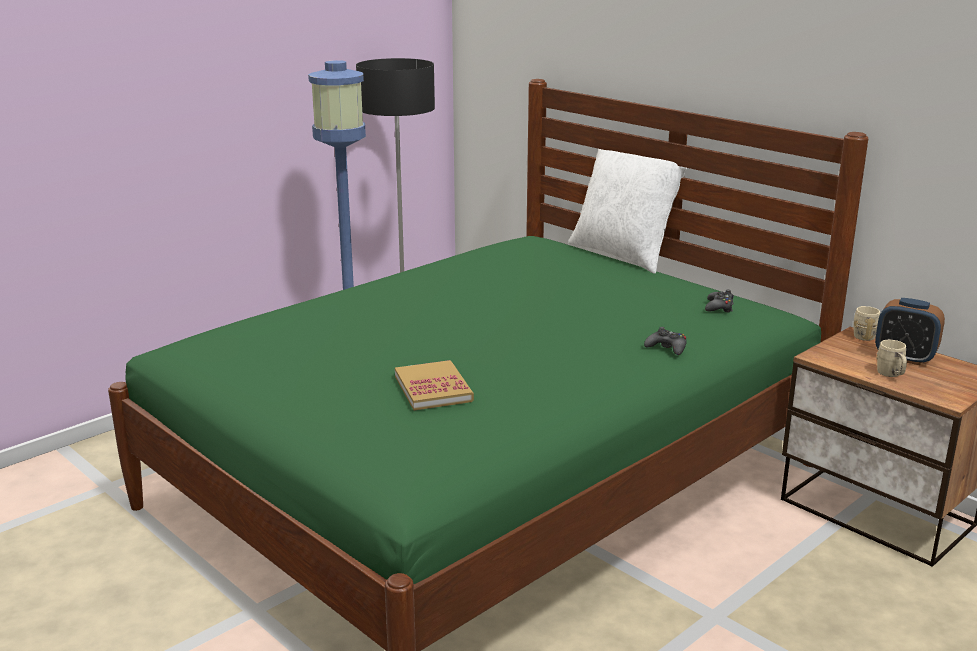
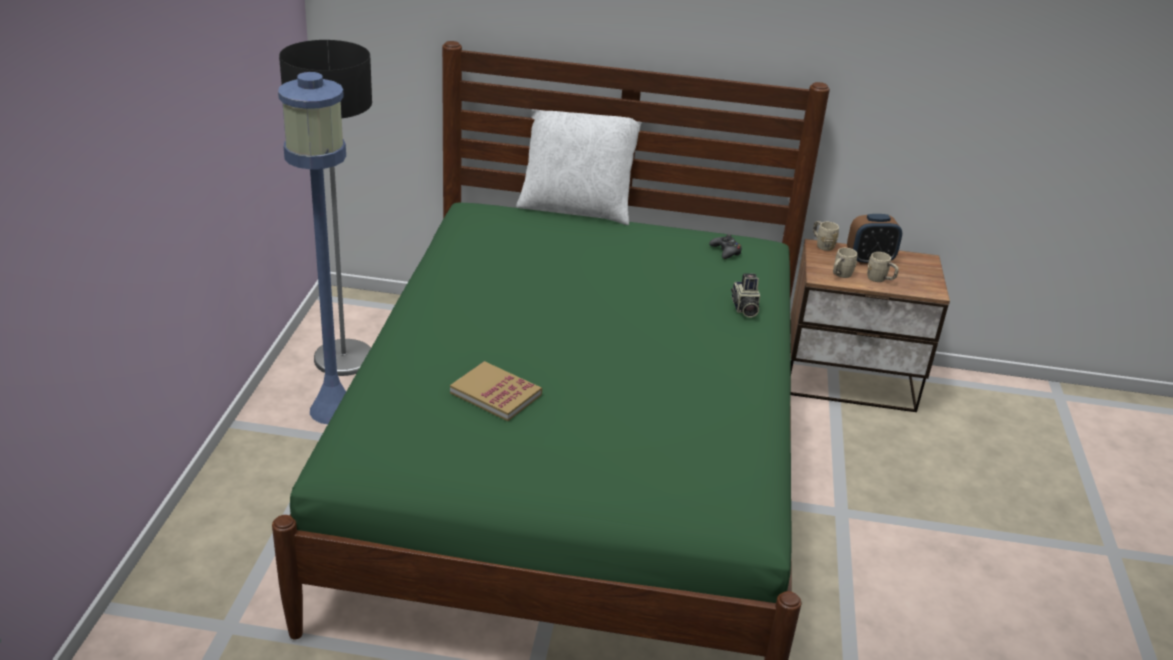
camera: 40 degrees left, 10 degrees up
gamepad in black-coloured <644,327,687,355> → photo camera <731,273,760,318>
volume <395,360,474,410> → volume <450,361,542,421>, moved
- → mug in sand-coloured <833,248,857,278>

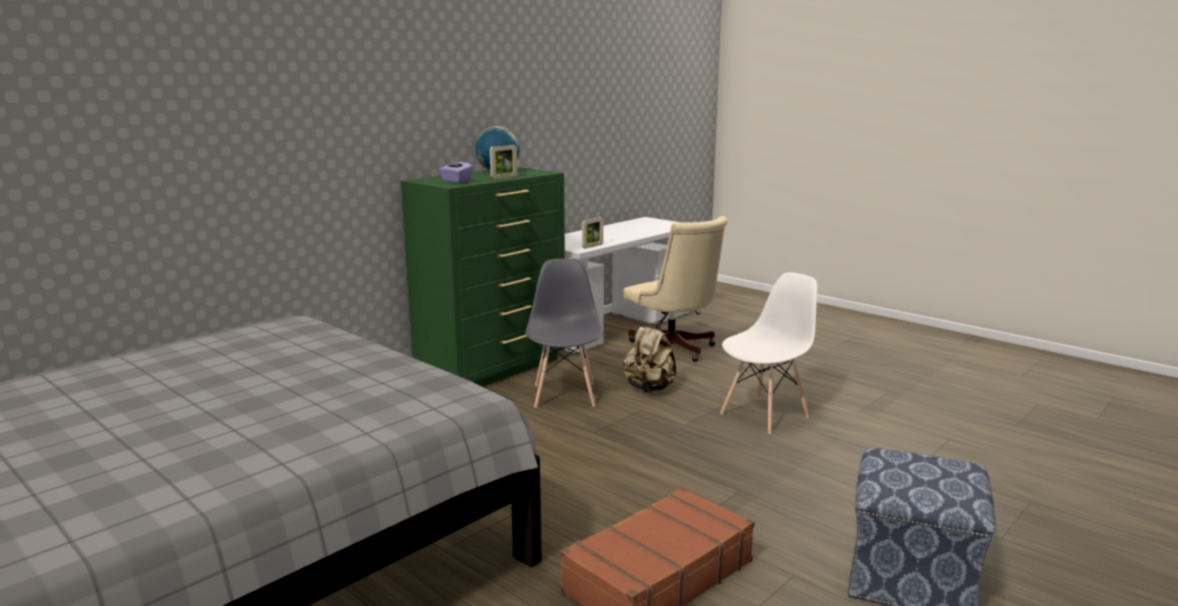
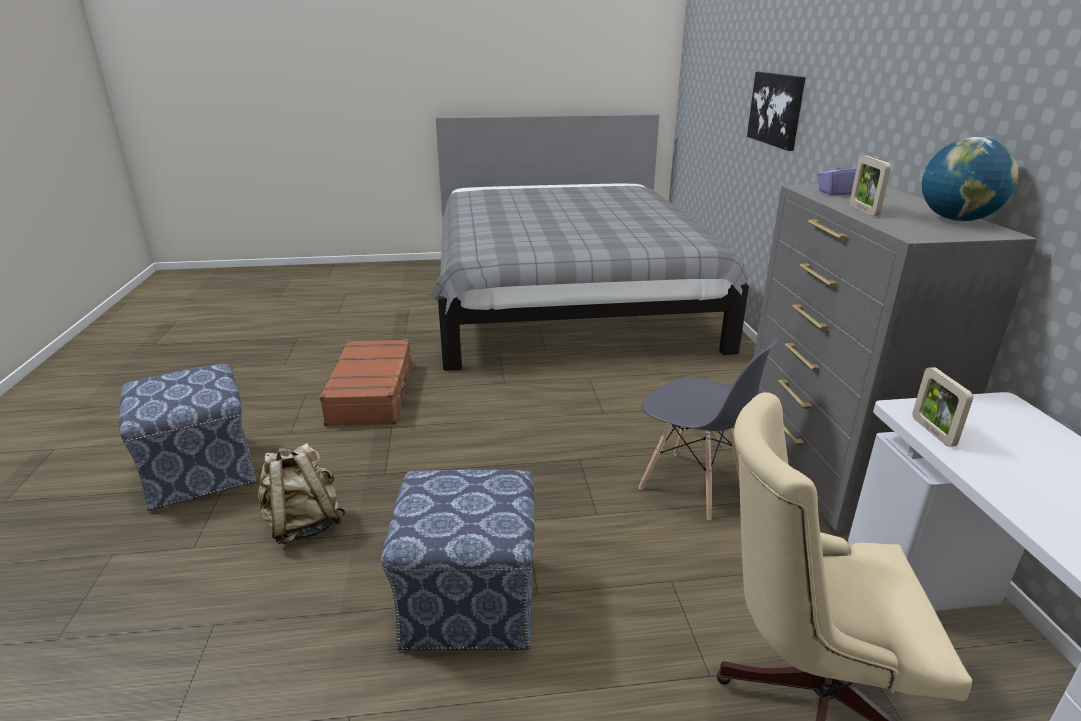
camera: 130 degrees right, 10 degrees up
dresser in greenish <401,167,566,386> → dresser in gray <754,184,1037,536>
plain chair in whitish <720,272,818,434> → ottoman <381,470,535,650>
knapsack in sand-coloured <623,321,676,392> → knapsack in sand-coloured <258,443,346,544>, moved
- → picture <747,72,806,151>

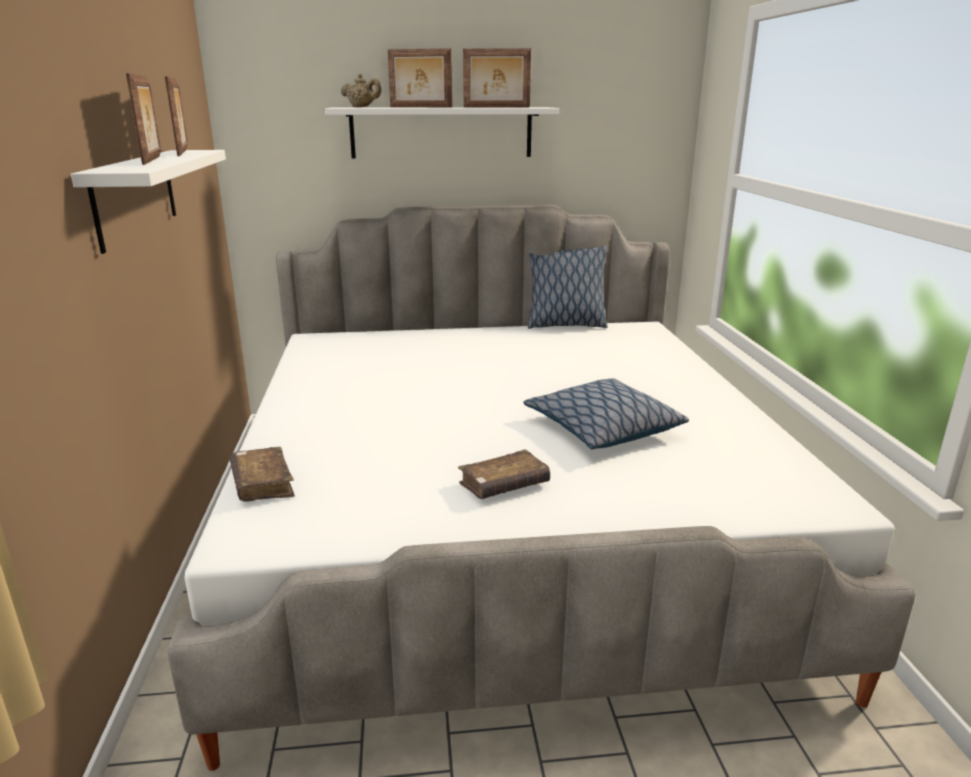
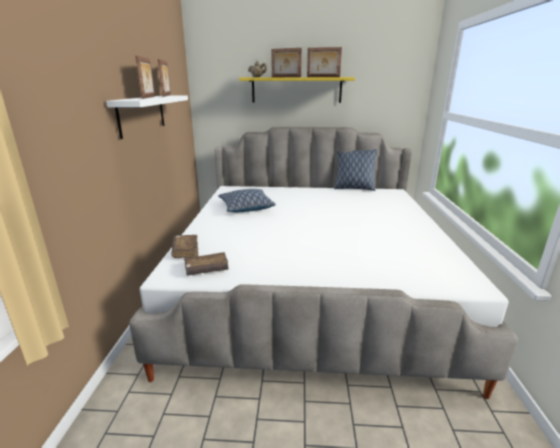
camera: 10 degrees right, 0 degrees up
bracket shelf in whitish <325,107,559,158> → bracket shelf in yellowish <239,77,355,103>
cushion <523,378,689,449> → cushion <218,189,276,212>, moved
volume in brown-coloured <458,449,550,499> → volume in brown-coloured <184,252,229,276>, moved

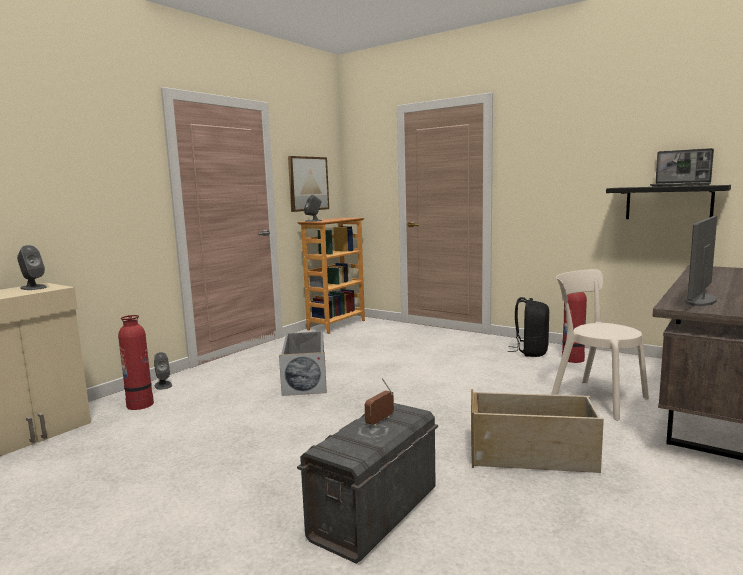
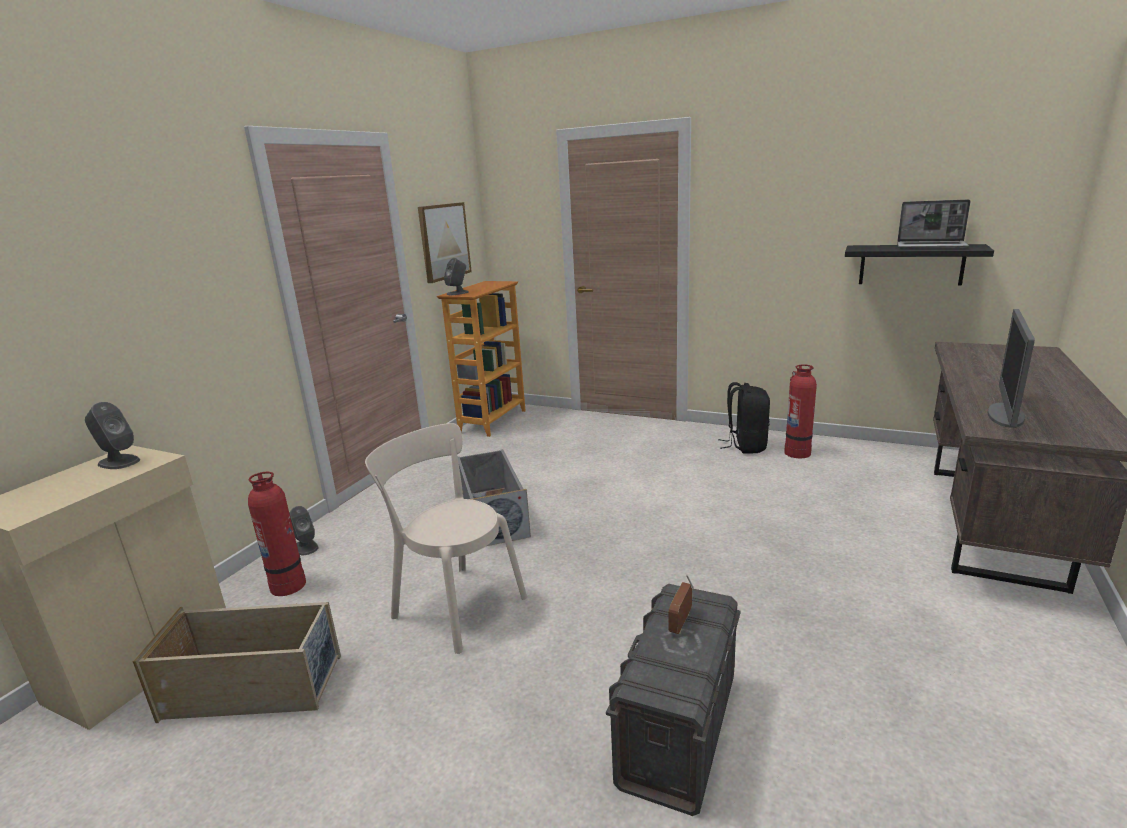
camera: 10 degrees left, 10 degrees up
plain chair in sand-coloured <551,269,649,420> → plain chair in sand-coloured <365,423,527,654>, moved
storage bin in sand-coloured <471,389,604,473> → storage bin in sand-coloured <133,602,341,723>, moved

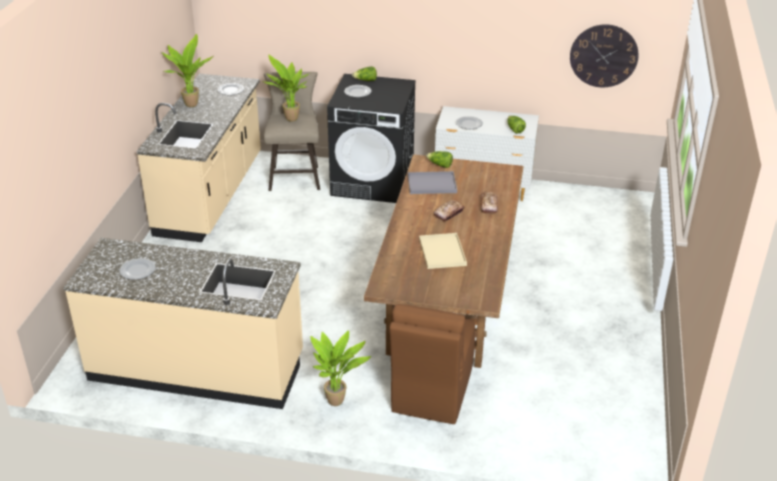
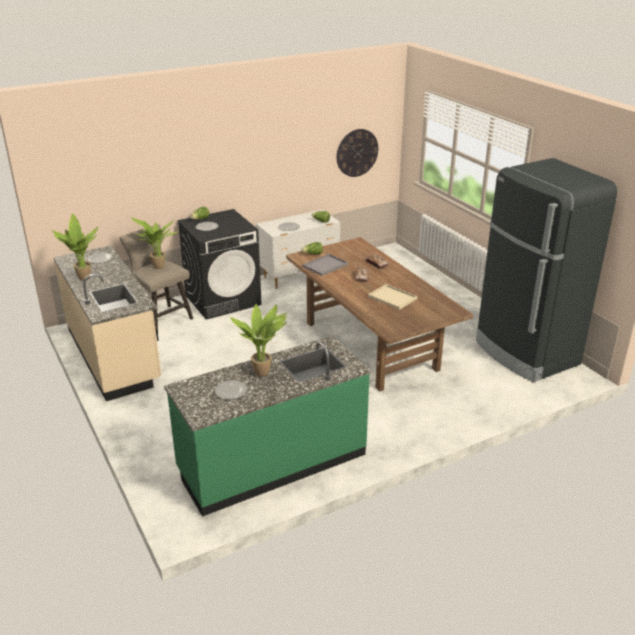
camera: 40 degrees left, 5 degrees down
kitchen base unit in sand-coloured <63,238,303,409> → kitchen base unit in greenish <164,336,371,517>
plain chair in brown-coloured <389,304,475,424> → -
plant in a pot <310,330,371,406> → plant in a pot <230,304,287,377>, moved
- → refrigerator in black-coloured <476,158,617,382>

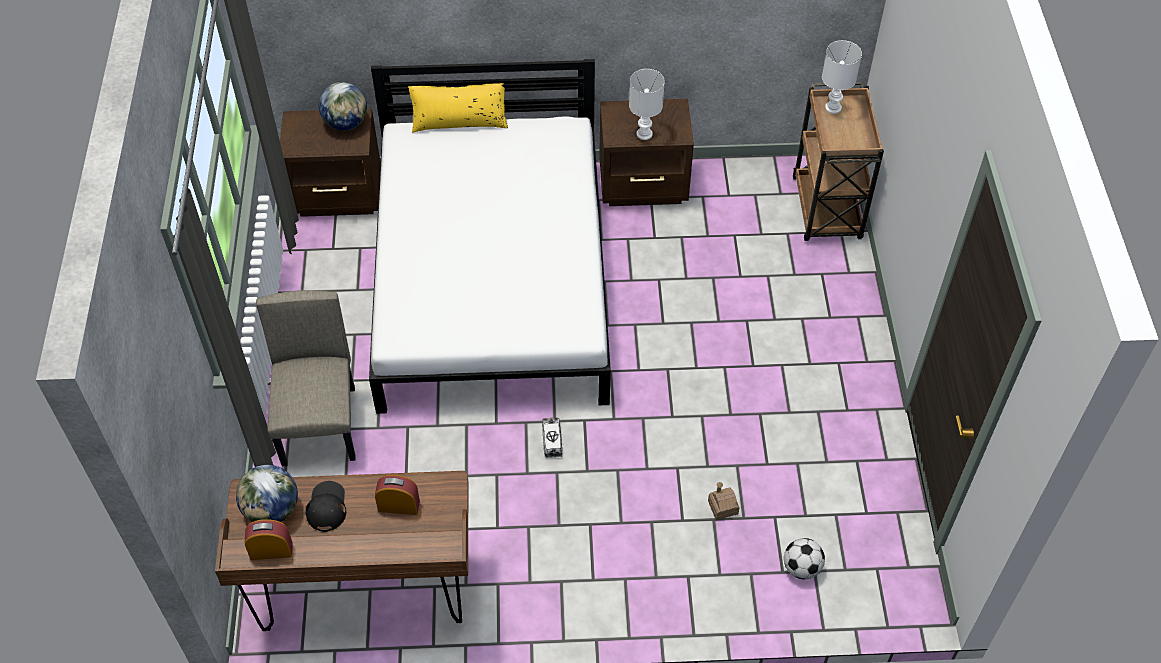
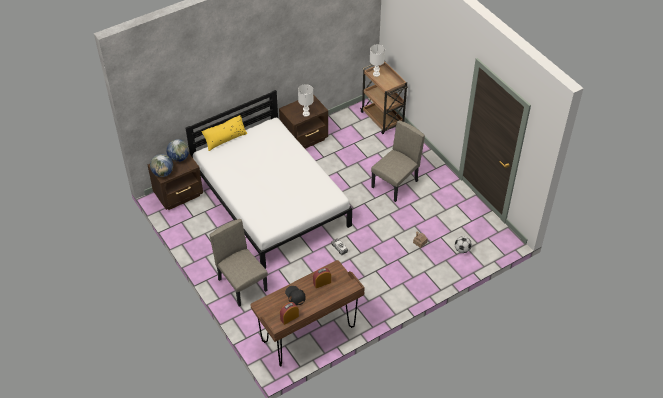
camera: 30 degrees left, 5 degrees down
world globe <236,465,298,522> → world globe <150,154,173,177>, moved
- → plain chair in sand-coloured <371,120,425,202>

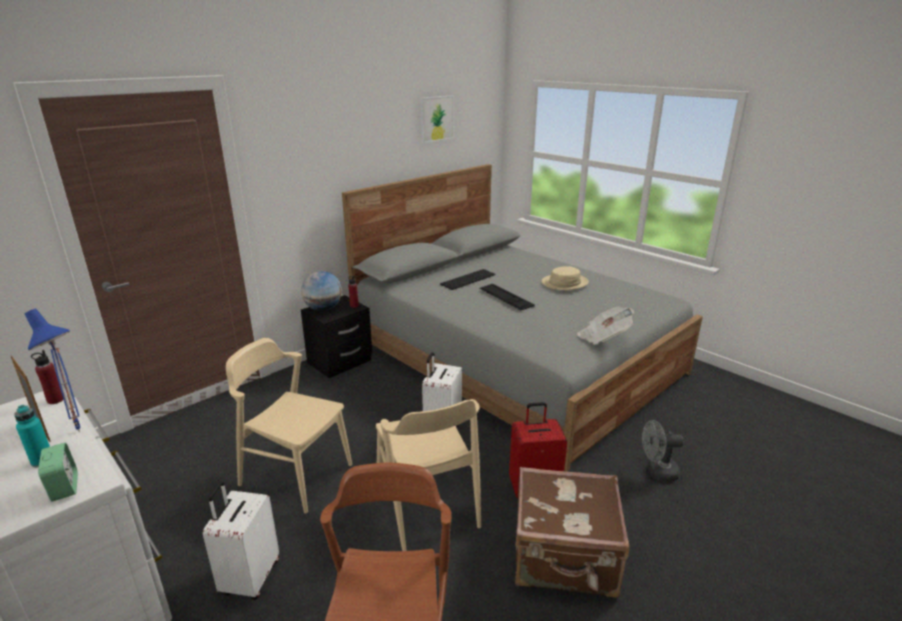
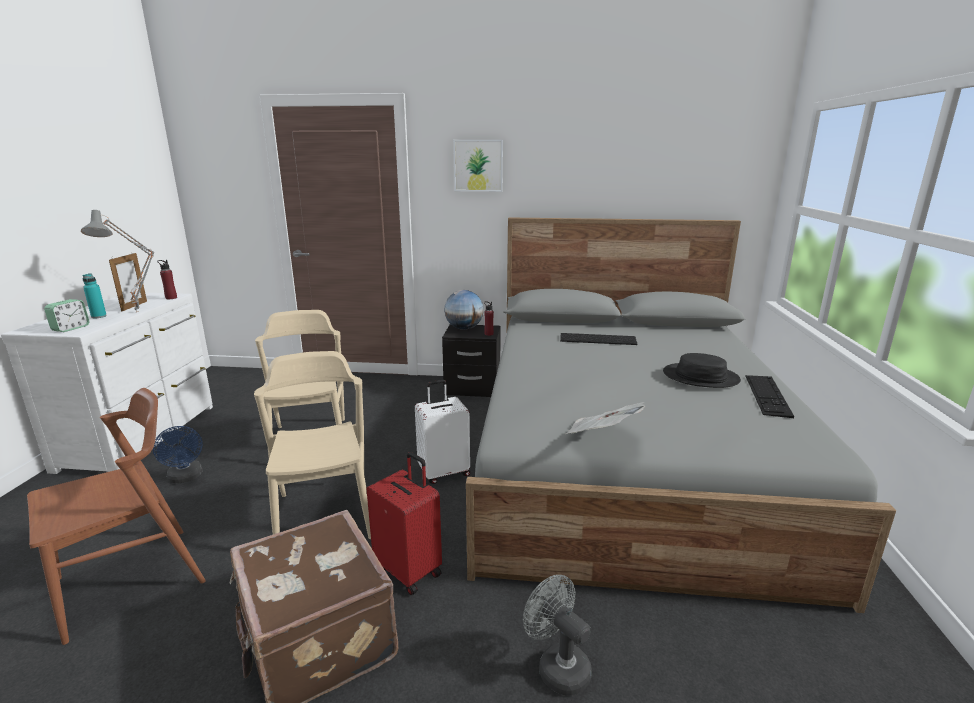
camera: 50 degrees right, 5 degrees down
picture <420,95,454,143> → picture <453,140,503,192>, moved
wearable hat in sand-coloured <541,266,589,290> → wearable hat in black-coloured <663,353,741,388>
computer keyboard <479,284,535,310> → computer keyboard <745,375,794,418>, moved
table lamp in blue-coloured <24,309,80,433> → table lamp in gray <81,210,155,313>
plain chair in sand-coloured <376,399,481,551> → plain chair in sand-coloured <254,351,371,539>, 135 degrees clockwise
travel case in whitish <203,481,279,600> → electric fan in blue-coloured <153,426,203,483>

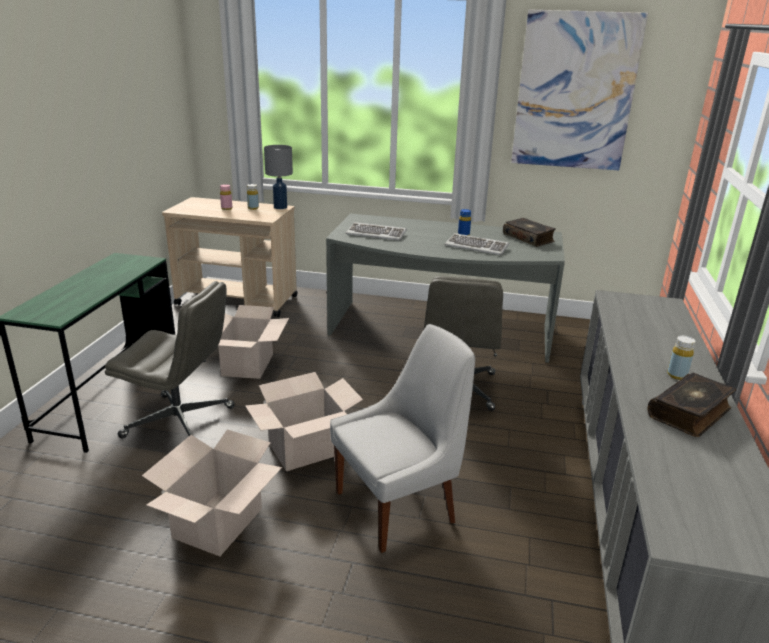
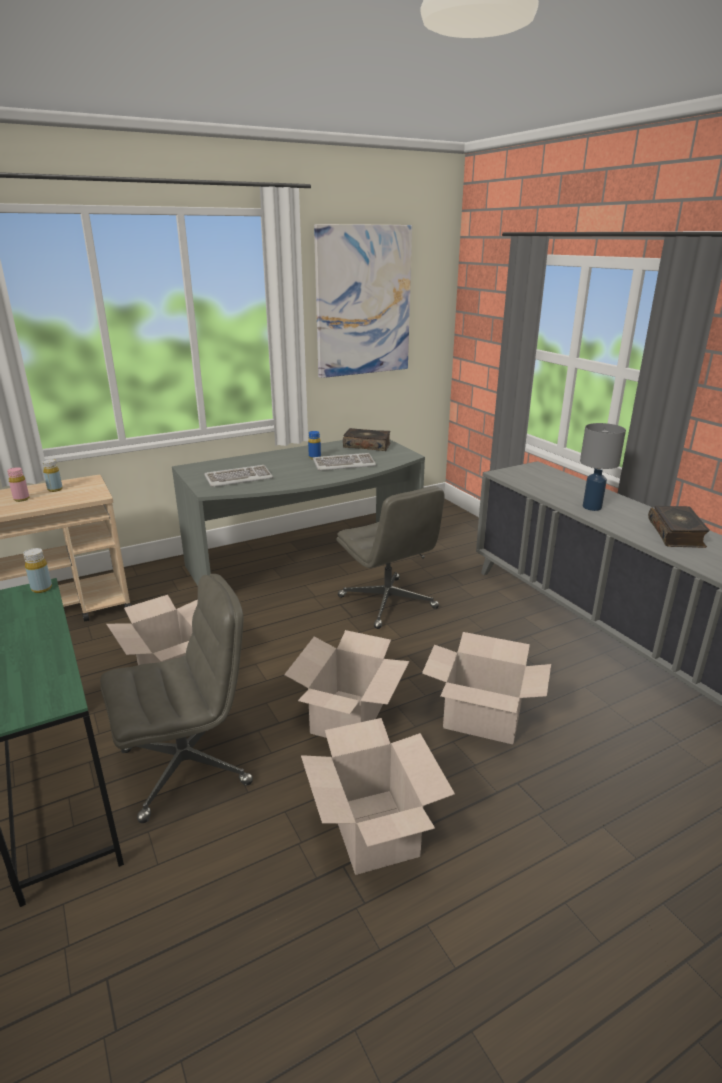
camera: 40 degrees left, 0 degrees up
table lamp in gray <264,145,293,209> → table lamp in gray <580,423,626,511>, moved
plain chair in whitish <330,324,475,553> → carton <422,632,551,744>
drink bottle in yellowish <667,336,695,380> → drink bottle in yellowish <23,548,52,593>, moved

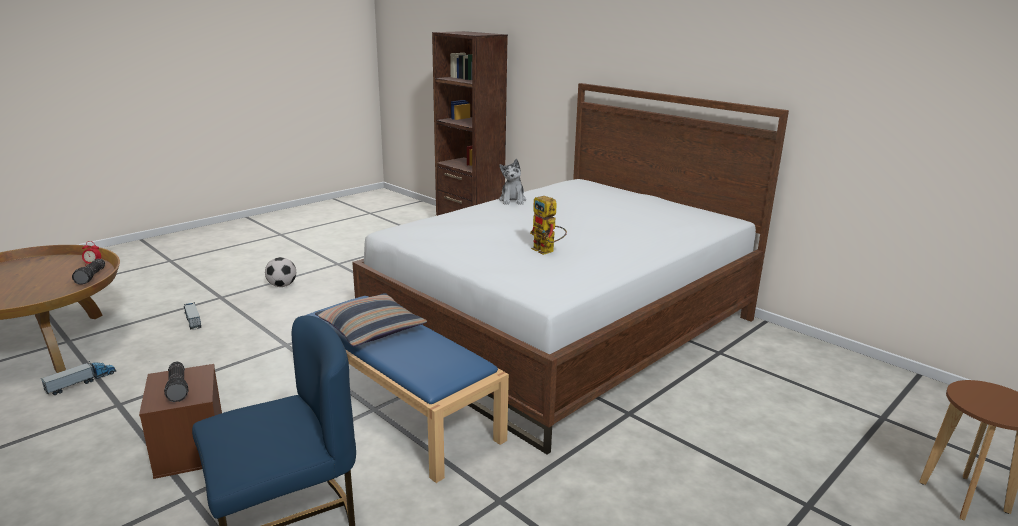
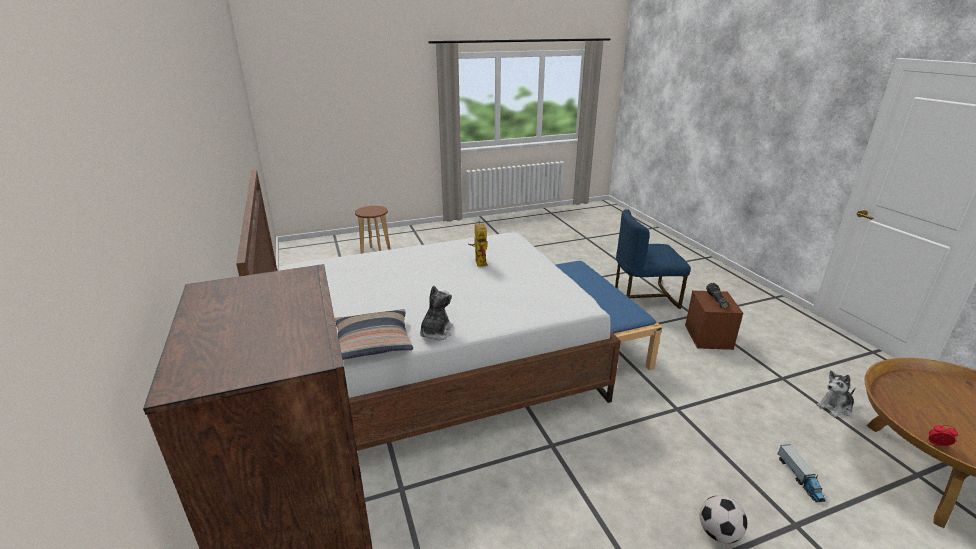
camera: 155 degrees left, 5 degrees up
torch <72,259,105,285> → -
cushion <315,293,427,347> → cushion <335,309,413,360>, moved
toy lorry <41,361,117,395> → cuddly toy <817,370,855,417>

